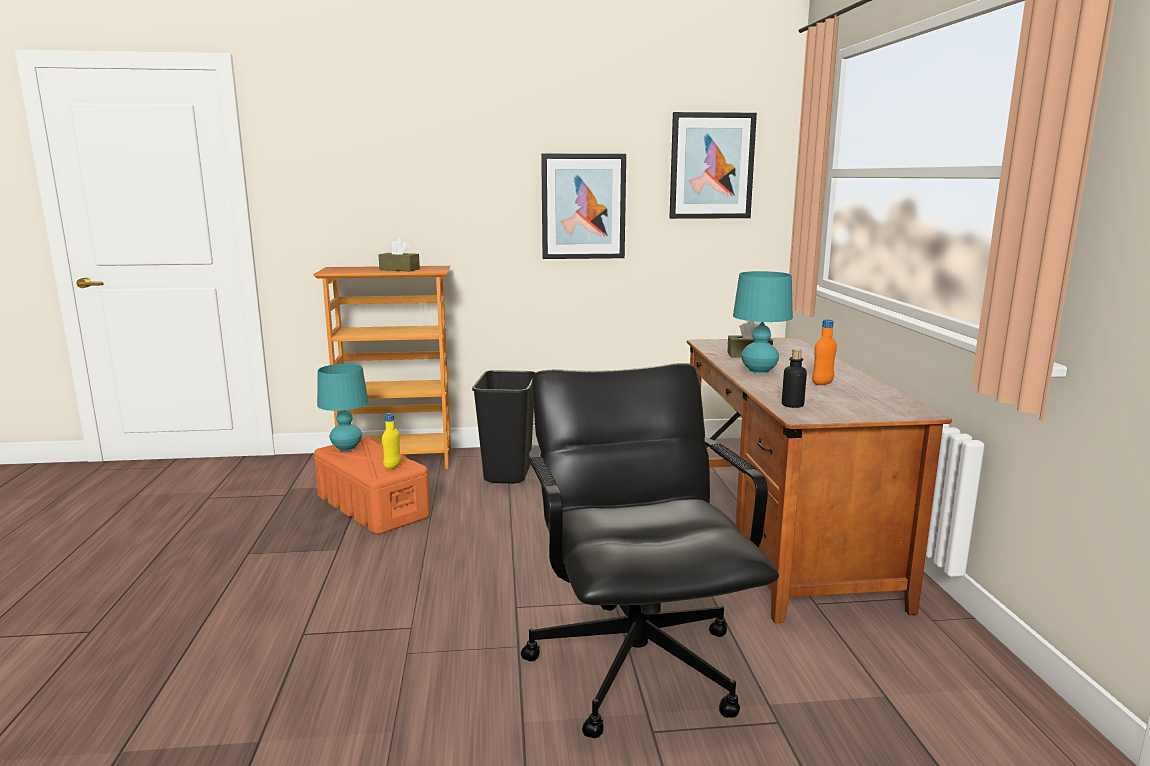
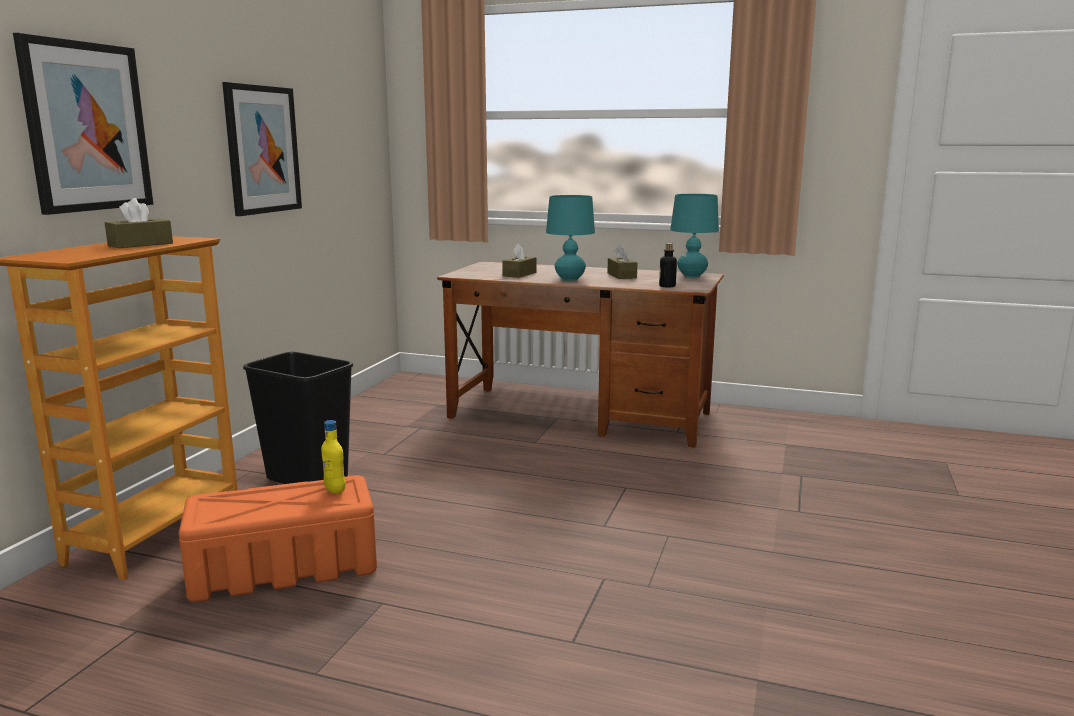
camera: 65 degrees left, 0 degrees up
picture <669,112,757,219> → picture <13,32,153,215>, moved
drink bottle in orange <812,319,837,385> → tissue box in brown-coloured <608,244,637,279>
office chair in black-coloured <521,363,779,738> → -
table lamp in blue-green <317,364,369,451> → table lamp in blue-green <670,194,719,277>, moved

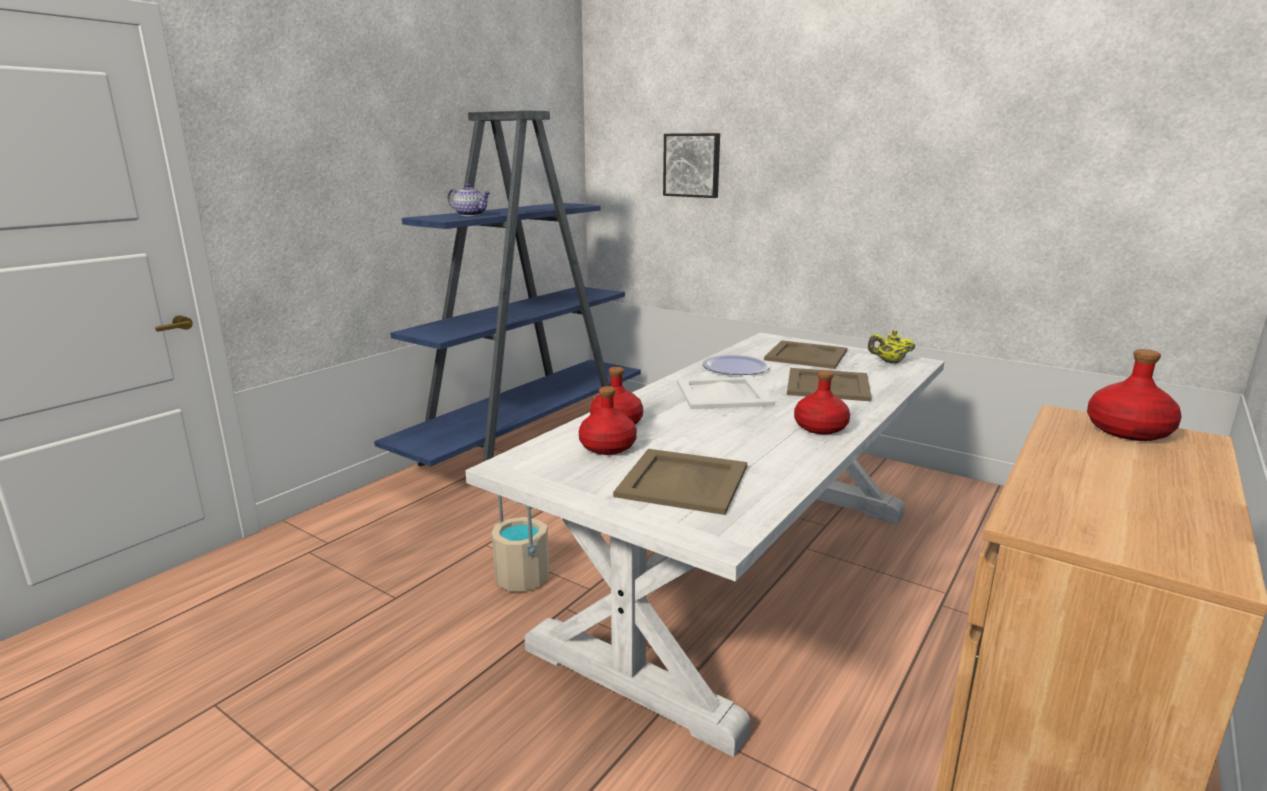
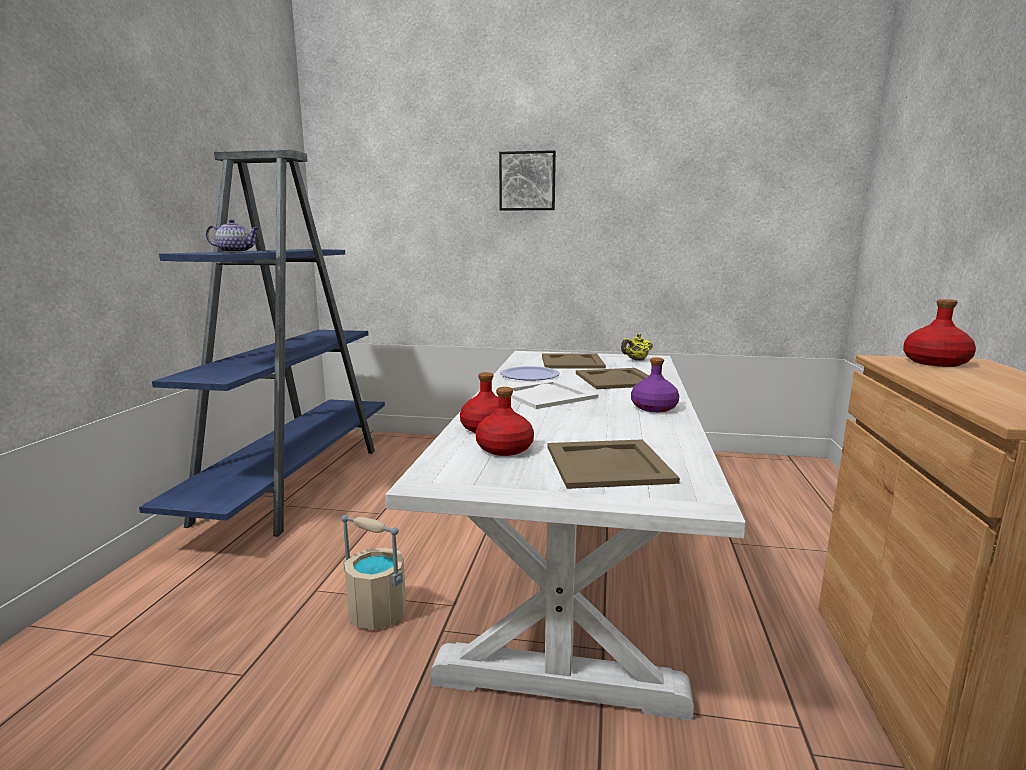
camera: 25 degrees left, 5 degrees down
picture <663,133,720,198> → picture <499,150,556,211>, moved
drink bottle in red-coloured <794,370,850,434> → drink bottle in purplish <631,357,679,412>

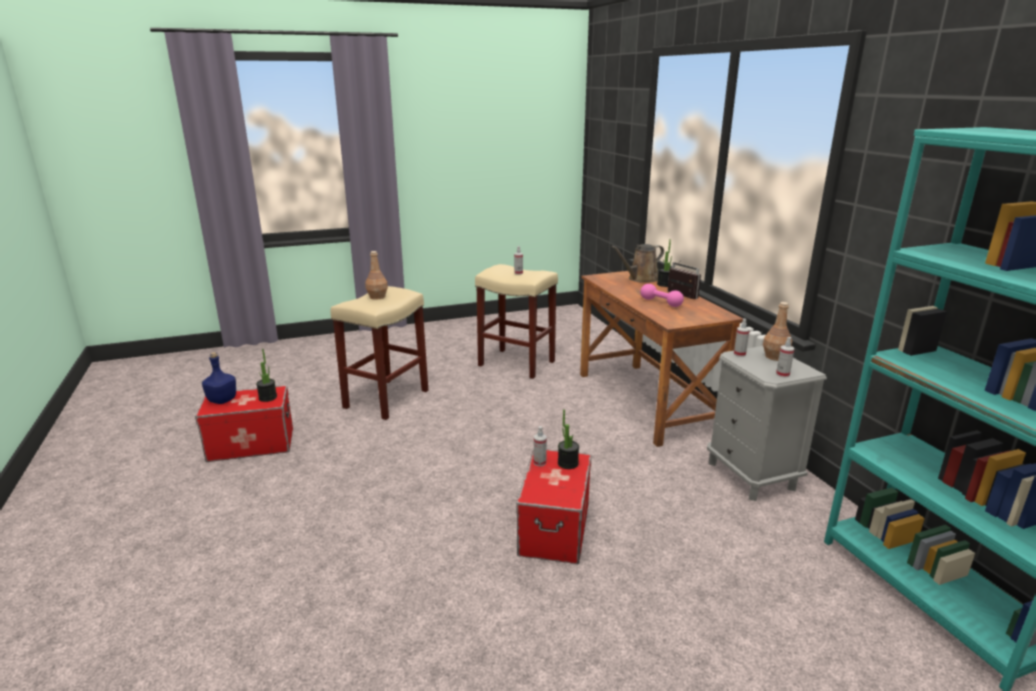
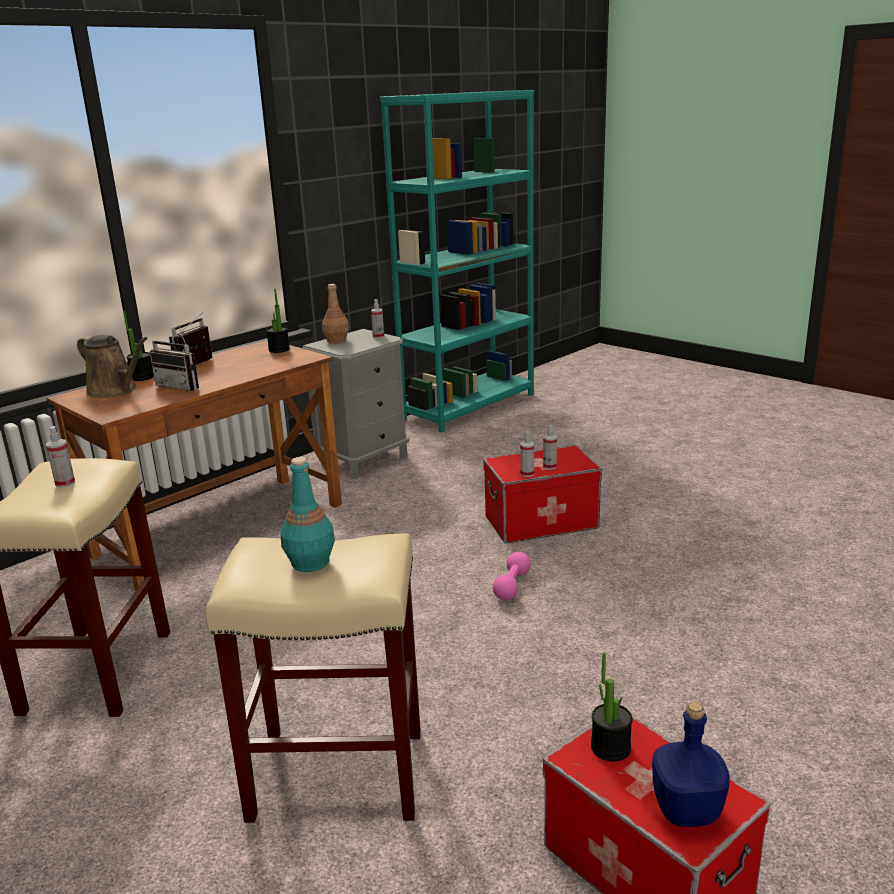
camera: 115 degrees left, 0 degrees up
drink bottle in brown-coloured <365,251,388,300> → drink bottle in blue-green <280,457,335,572>
hand weight in pinkish <640,284,684,307> → hand weight in pinkish <493,552,531,600>, moved
hand sprayer <734,318,749,357> → hand sprayer <543,425,557,470>, moved
plant in a pot <558,409,579,469> → plant in a pot <266,288,290,353>, moved
- → radio receiver <150,325,199,391>

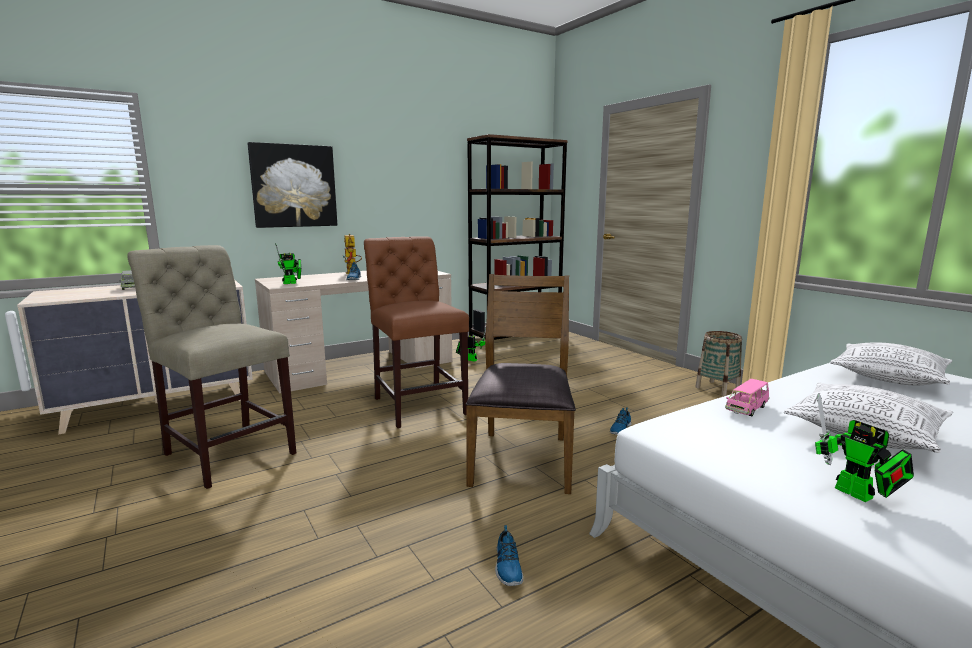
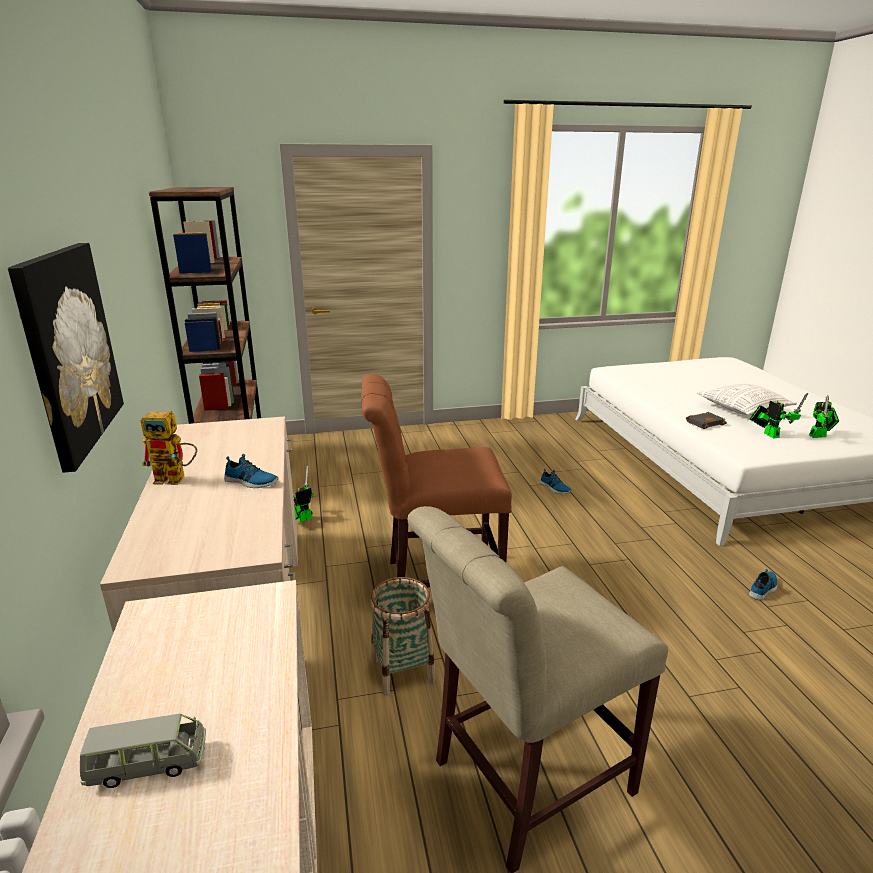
camera: 70 degrees left, 10 degrees up
model robot <275,243,301,284> → model robot <750,393,808,438>, moved
plain chair in brown-coloured <466,274,576,494> → -
storage basket <695,331,742,396> → storage basket <370,577,435,696>, moved
cushion <830,342,953,385> → -
miniature car in pinkish <725,379,770,416> → volume in black-coloured <686,412,727,429>
low shoe <495,525,523,586> → low shoe <749,569,778,600>, 60 degrees counterclockwise

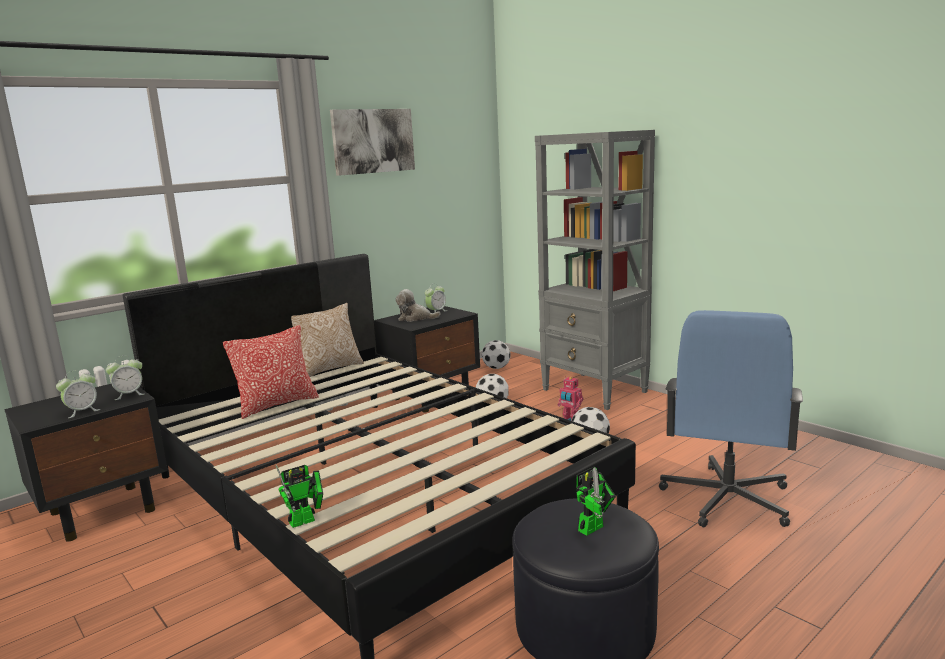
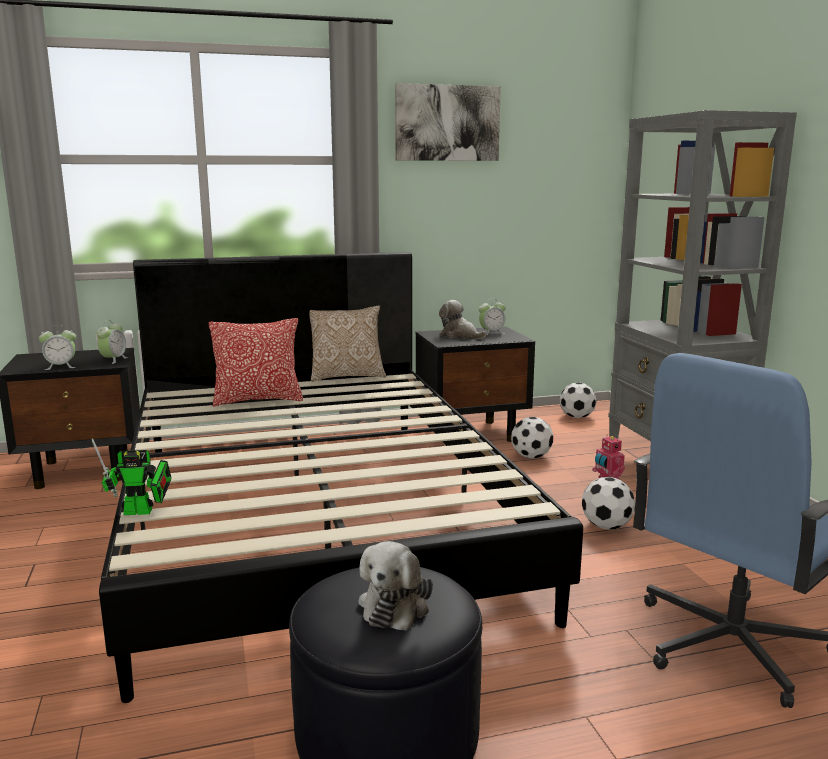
camera: 25 degrees right, 0 degrees up
alarm clock <106,356,144,400> → alarm clock <96,320,128,364>, 75 degrees counterclockwise
model robot <576,467,616,536> → cuddly toy <359,541,433,631>

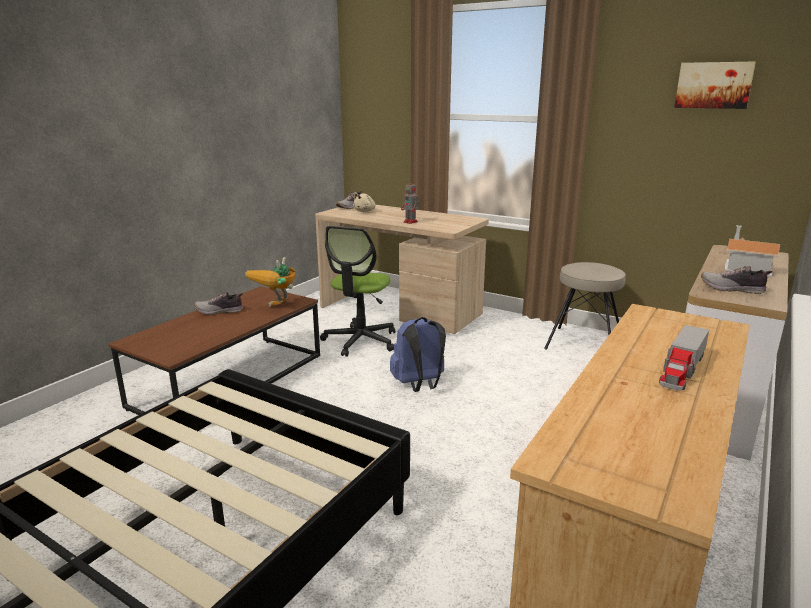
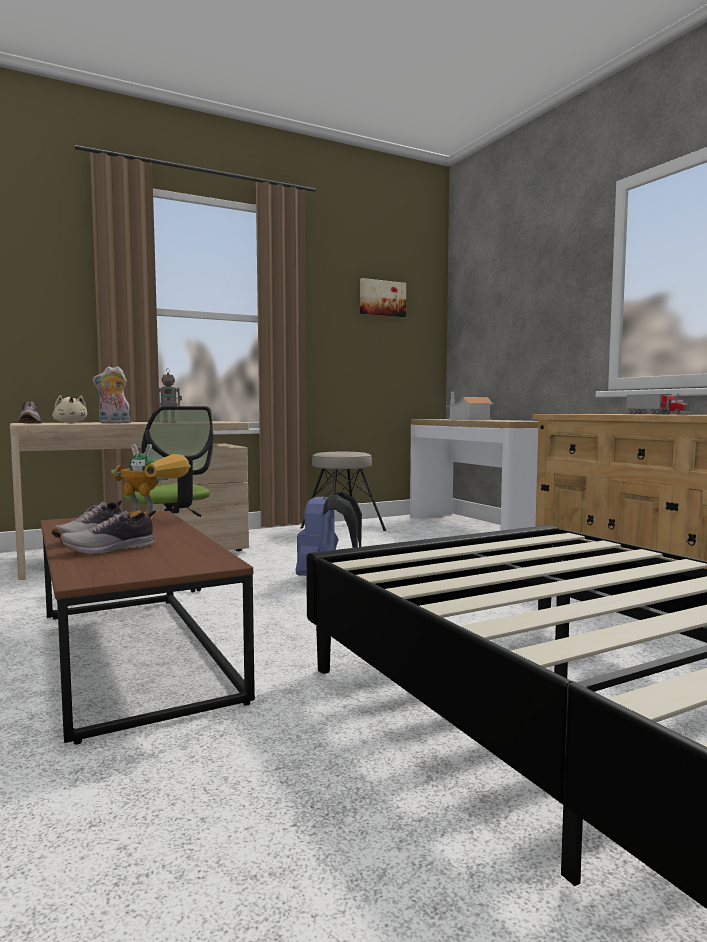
camera: 60 degrees left, 15 degrees down
model robot <245,257,297,307> → model robot <111,444,191,520>, 45 degrees counterclockwise
low shoe <701,266,772,294> → low shoe <60,510,156,555>, moved
- → cuddly toy <92,366,131,423>

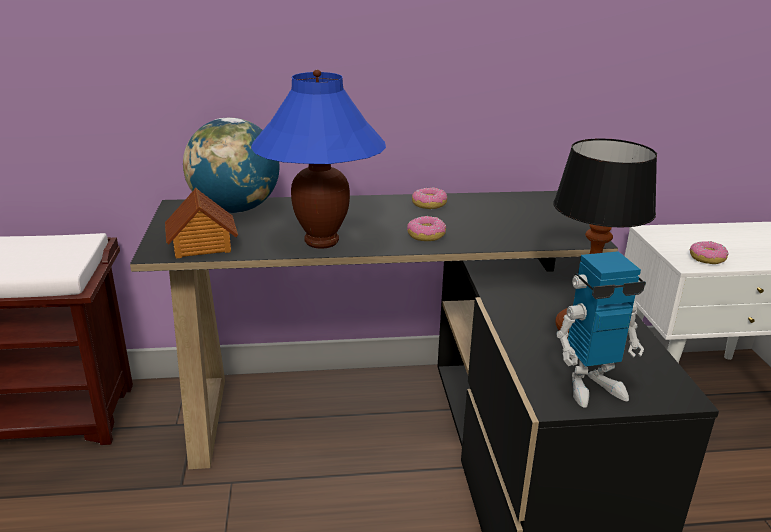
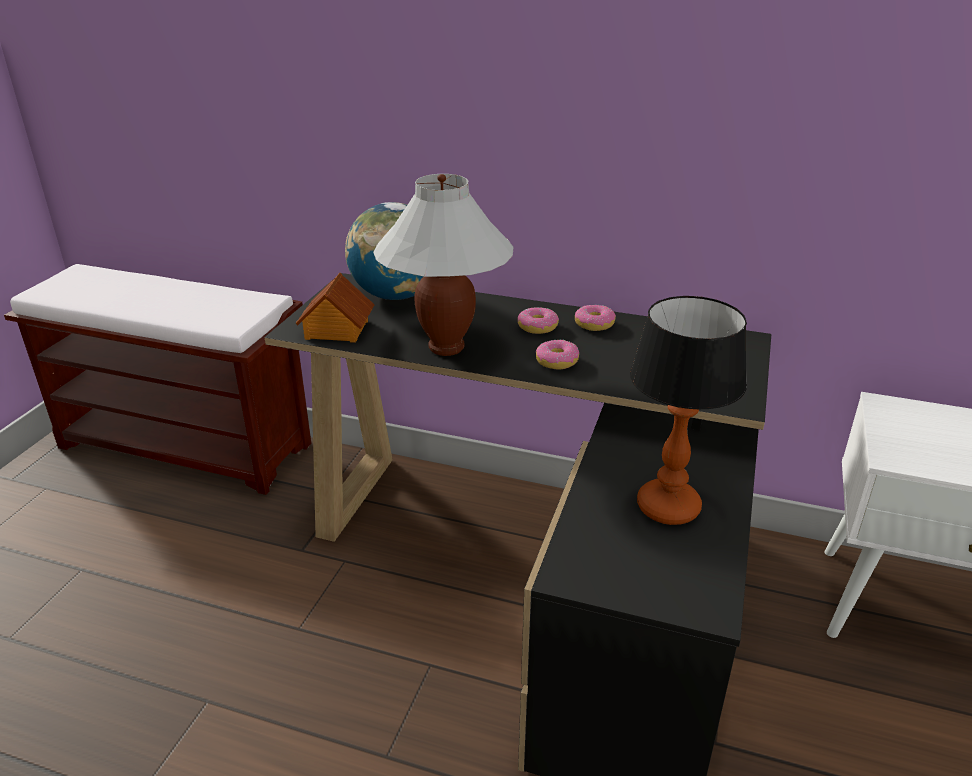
camera: 25 degrees right, 5 degrees up
table lamp in blue-coloured <251,70,386,249> → table lamp in whitish <373,174,513,356>
doughnut <690,241,729,264> → doughnut <518,307,559,334>, moved
model robot <556,251,646,408> → -

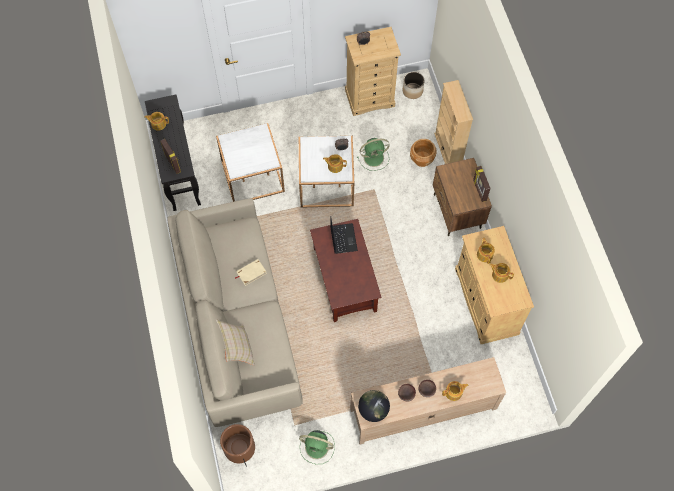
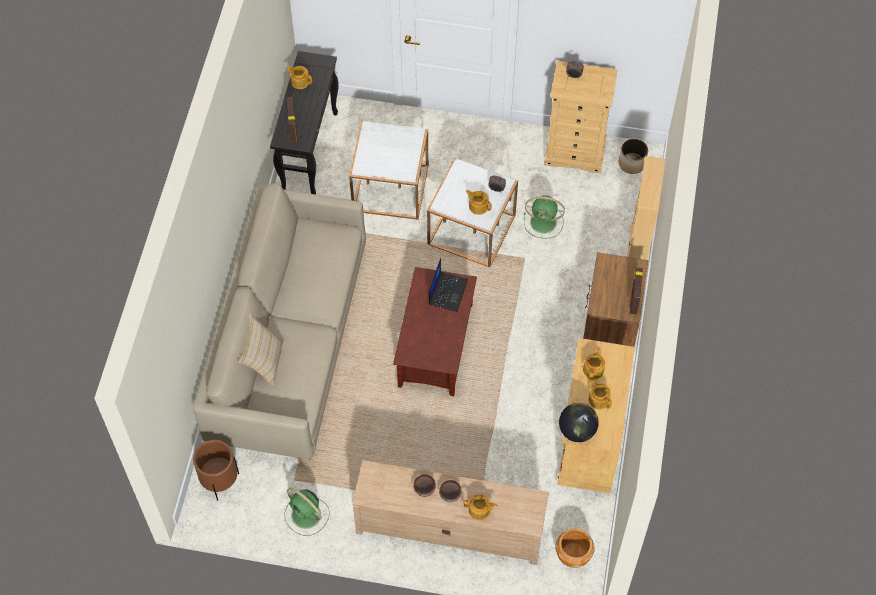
camera: 25 degrees right, 5 degrees down
plant pot in brown-coloured <410,139,437,167> → plant pot in brown-coloured <555,528,594,568>, moved
volume in sand-coloured <235,259,267,286> → -
world globe <358,390,390,422> → world globe <559,403,599,442>, moved

